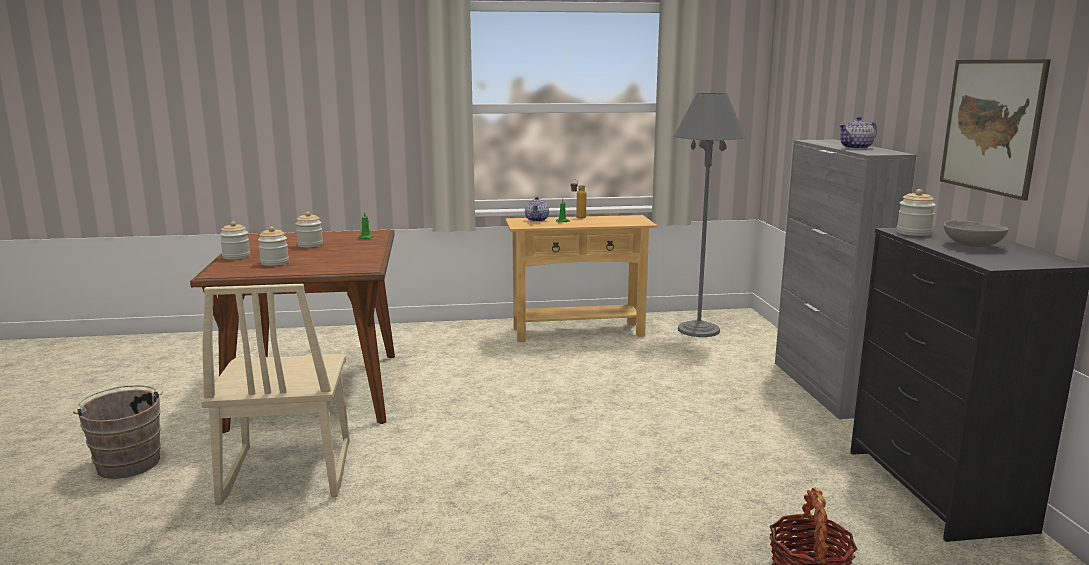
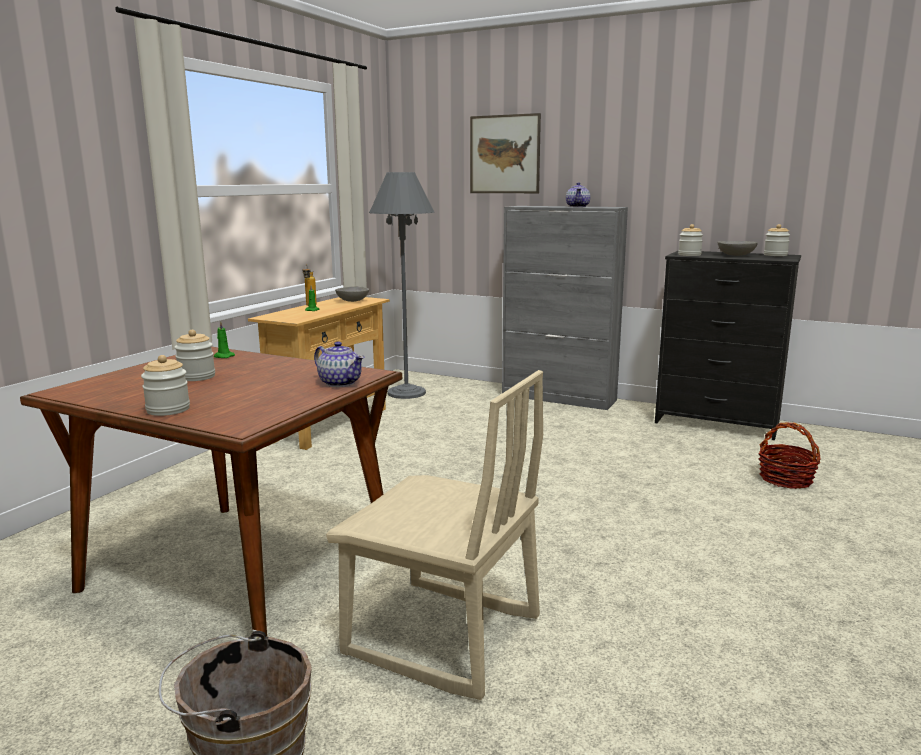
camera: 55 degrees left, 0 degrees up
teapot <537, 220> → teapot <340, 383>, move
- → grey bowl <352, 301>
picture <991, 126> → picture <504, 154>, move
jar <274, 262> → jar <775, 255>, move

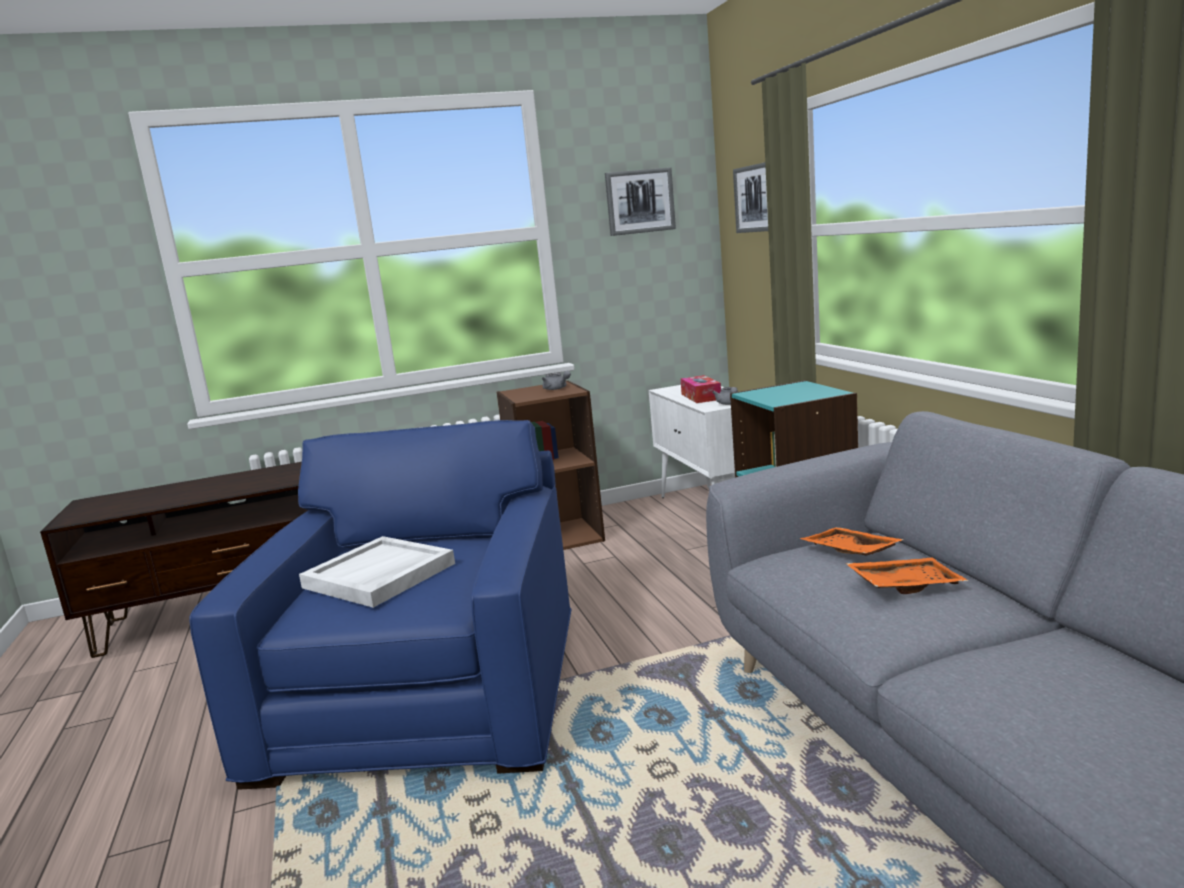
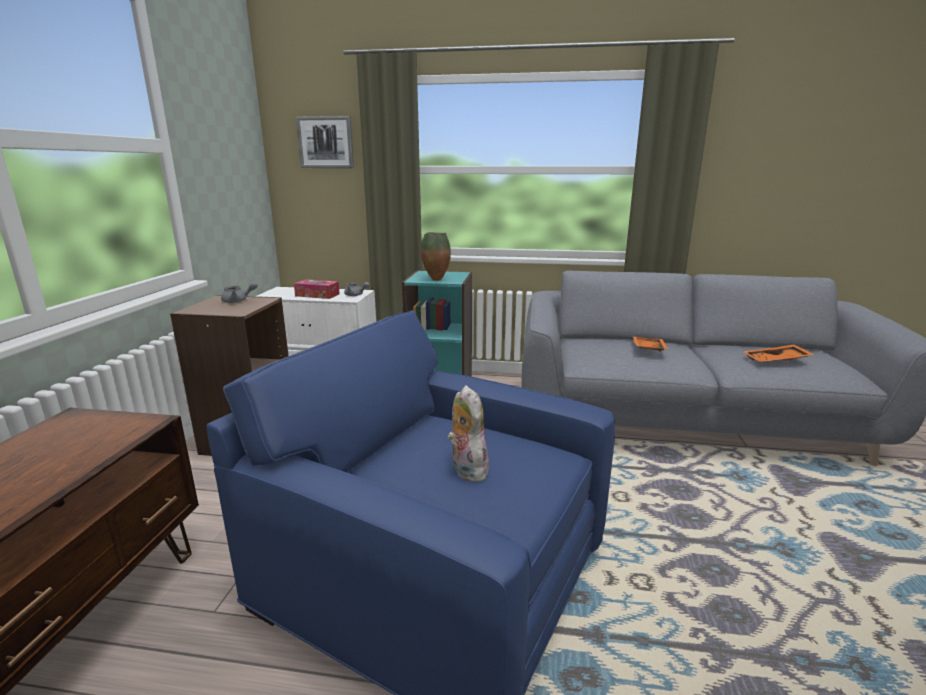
camera: 65 degrees left, 5 degrees up
- → vase <435, 280>
white tray <379, 576> → plush toy <466, 469>
orange tray <849, 553> → orange tray <776, 361>, move
picture <640, 201> → -

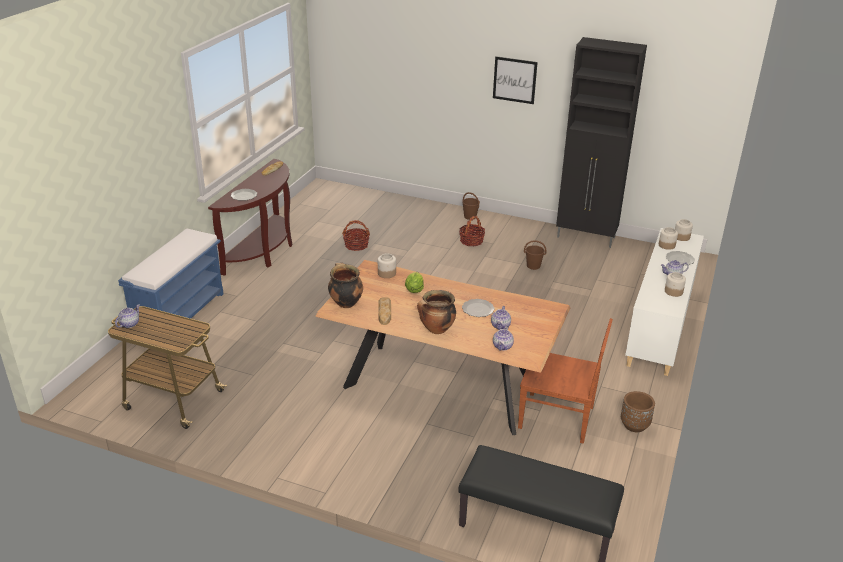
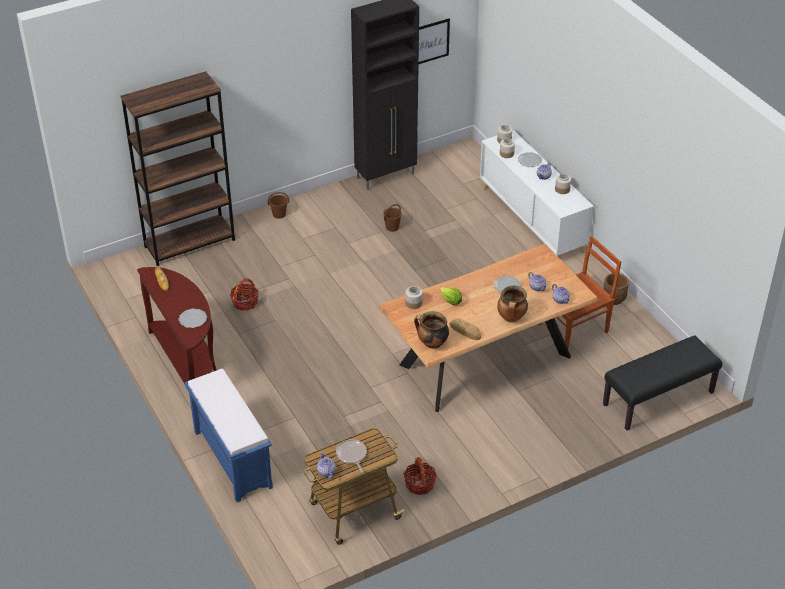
camera: 50 degrees left, 10 degrees up
- → brown bookcase <190, 243>
- → frying pan <351, 455>
basket <471, 241> → basket <419, 484>, move
picture <514, 80> → picture <430, 42>, move

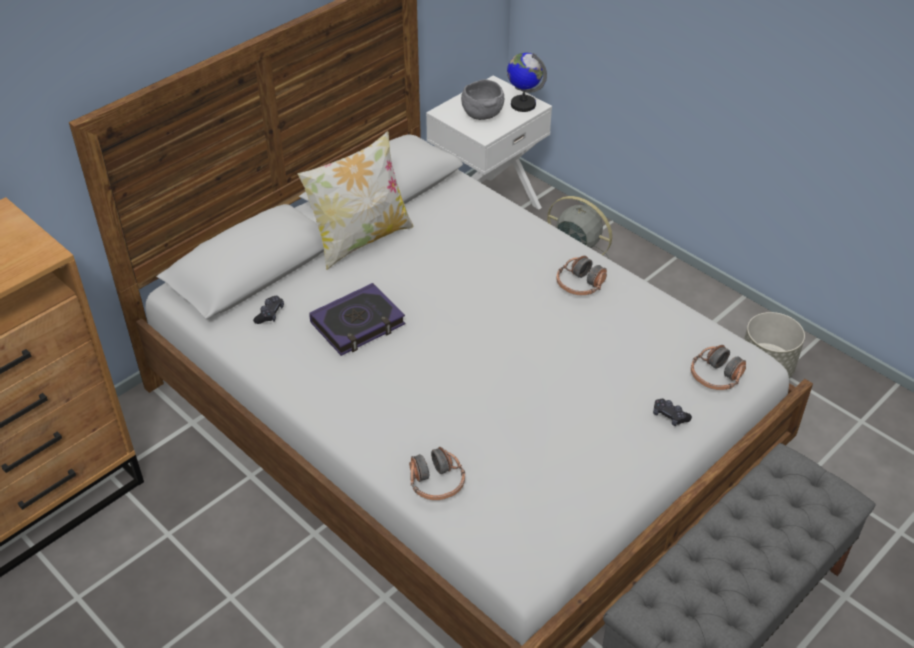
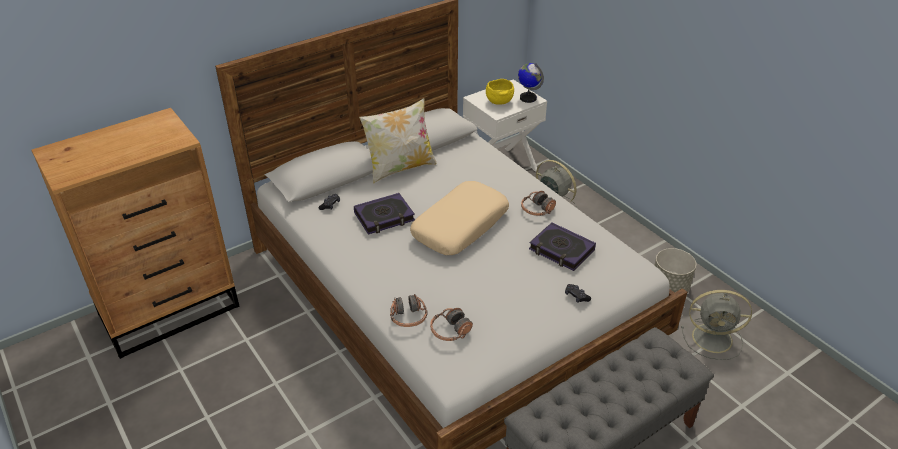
camera: 10 degrees right, 5 degrees down
- → beige pillow <460, 226>
headphones <716, 376> → headphones <450, 331>, move
grey bowl <482, 114> → yellow bowl <499, 101>
- → book <561, 250>
- → grey fan <714, 338>

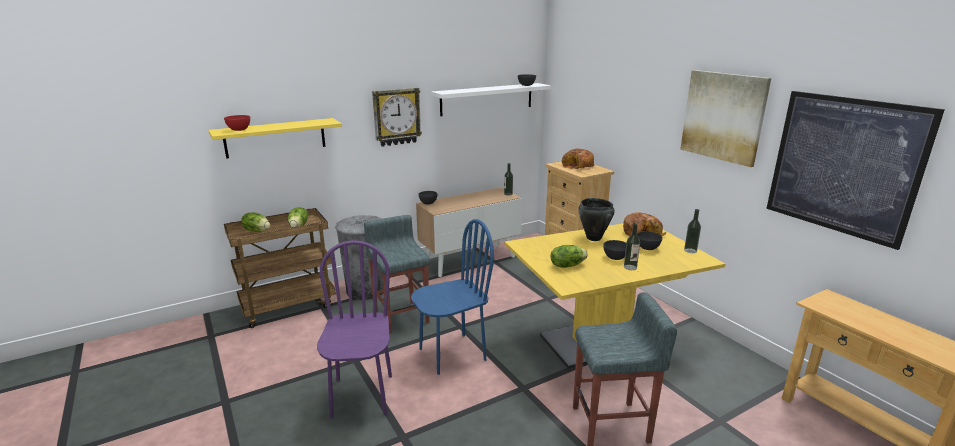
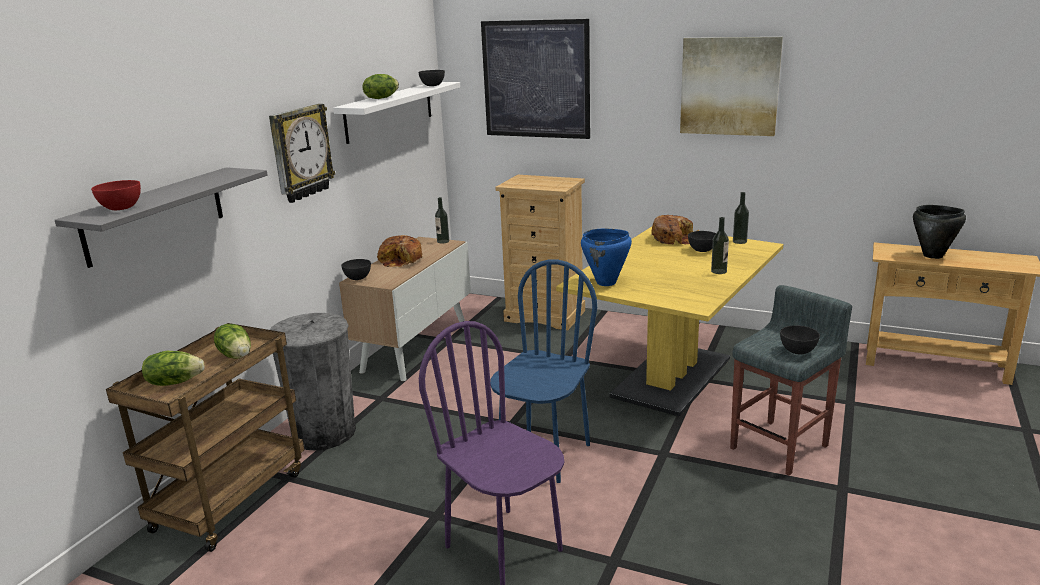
camera: 35 degrees left, 0 degrees up
yellow shelf <275, 138> → grey shelf <155, 215>
lettuce <567, 265> → lettuce <381, 98>, move
bread <577, 166> → bread <401, 260>, move
picture <843, 165> → picture <536, 79>, move
- → blue cooking pot <606, 283>
grey bowl <615, 257> → grey bowl <797, 351>, move
black cooking pot <593, 238> → black cooking pot <933, 256>, move
grey stool <401, 316> → -

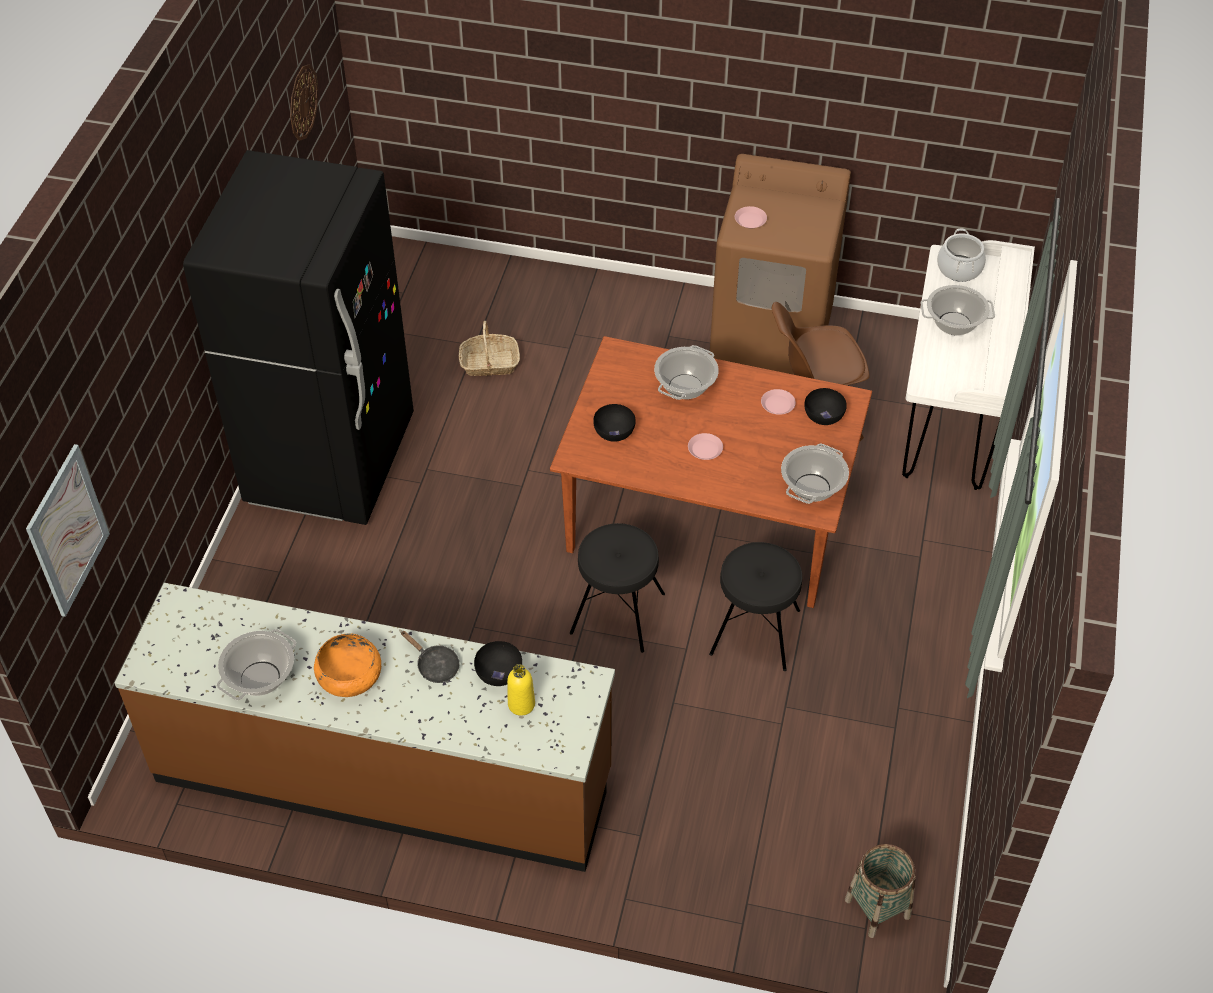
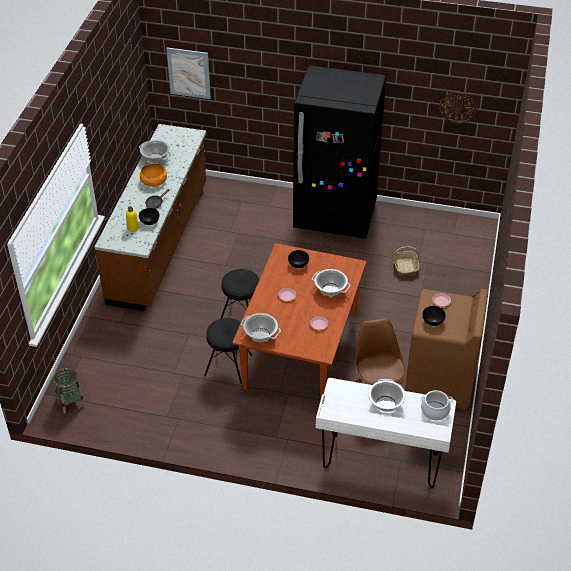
camera: 90 degrees right, 5 degrees down
black bowl <823, 415> → black bowl <433, 320>, move

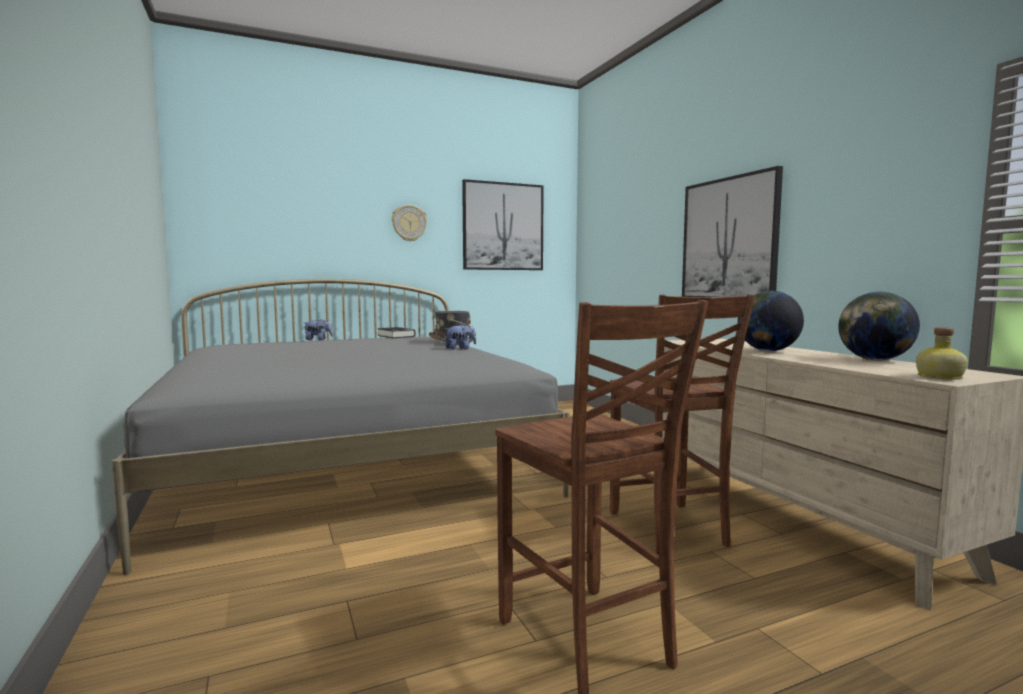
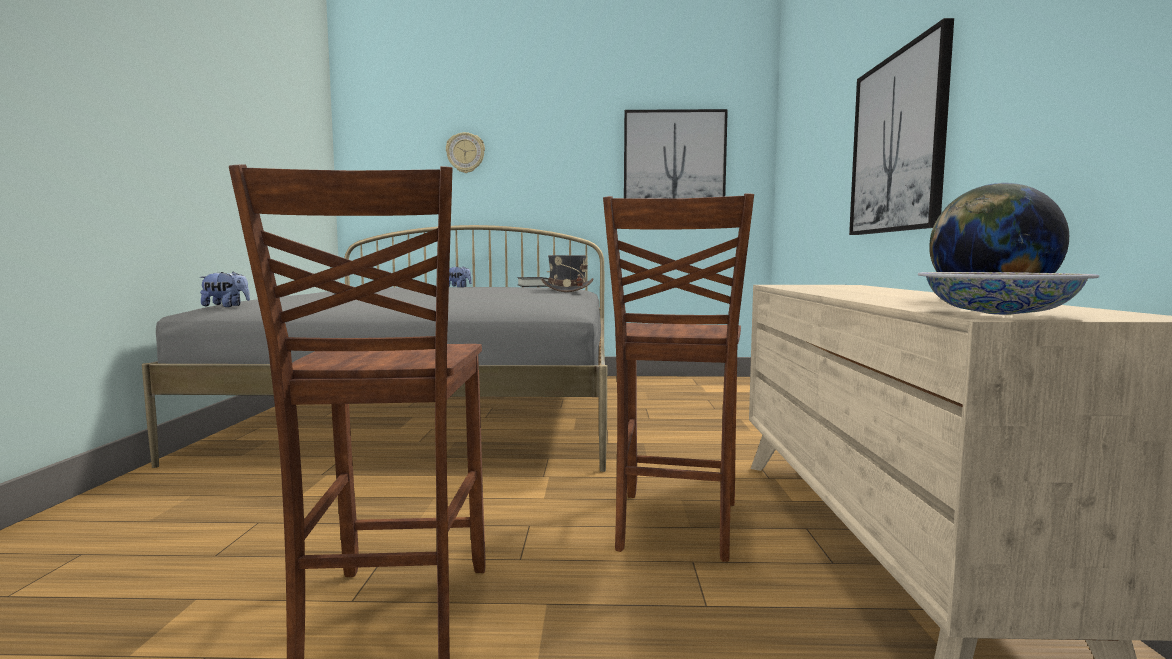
camera: 25 degrees right, 0 degrees up
plush toy <460, 349> → plush toy <226, 306>, move
wall clock <409, 223> → wall clock <465, 153>, move
bottle <938, 377> → bowl <998, 314>
globe <768, 351> → -

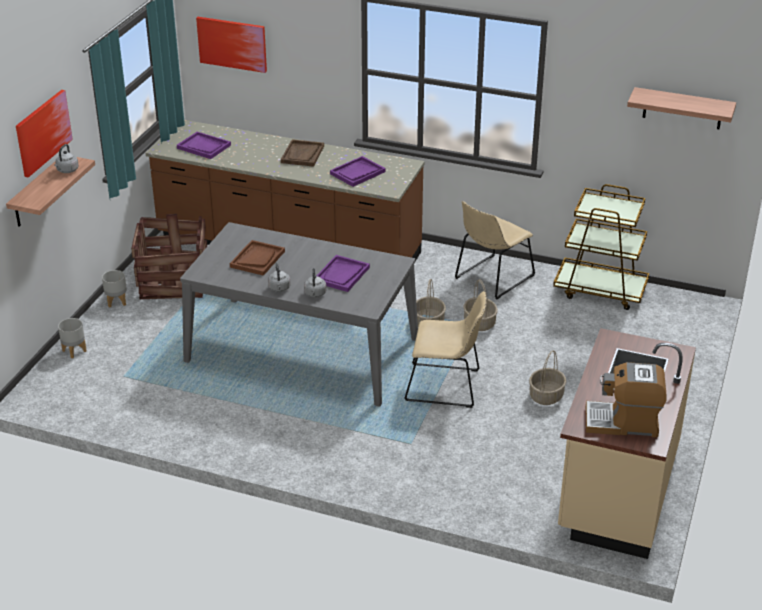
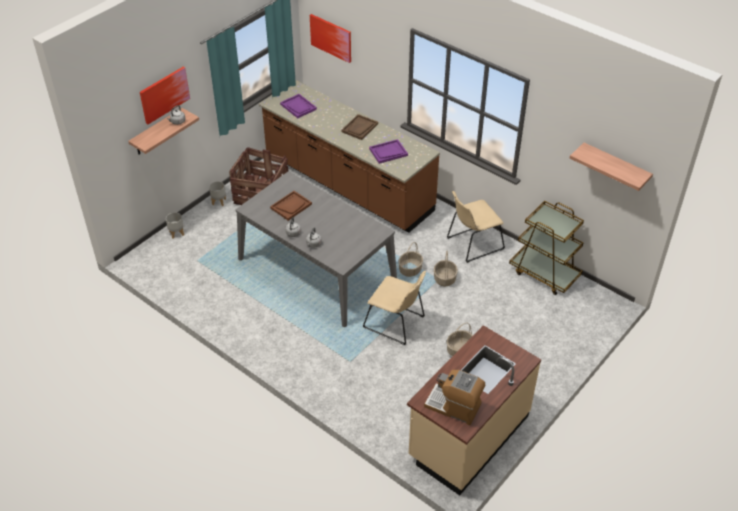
camera: 20 degrees right, 10 degrees up
purple tray <342, 275> → -

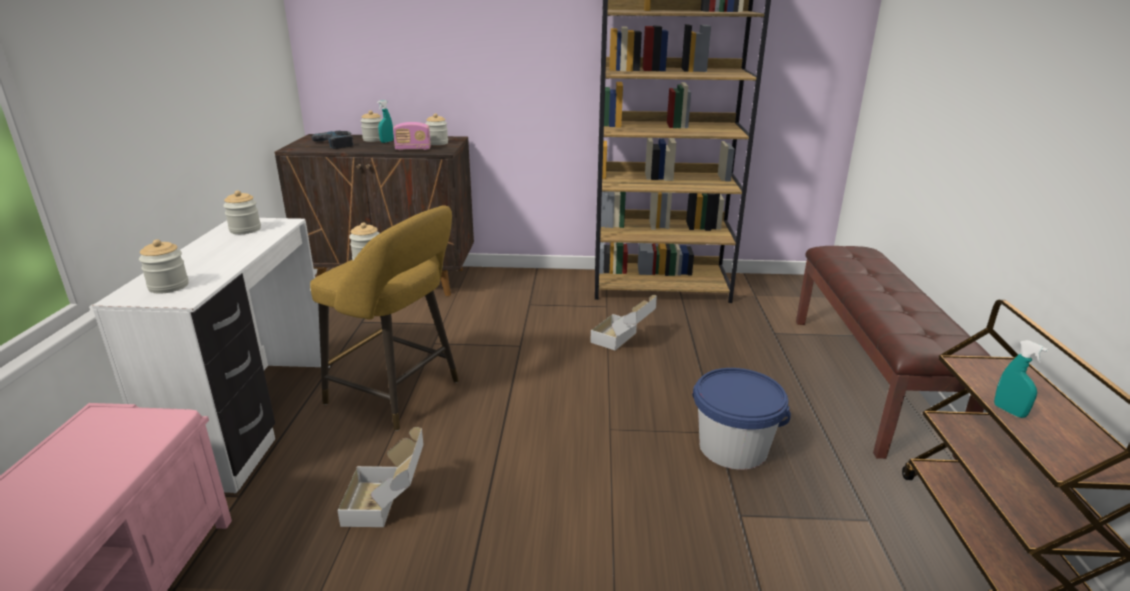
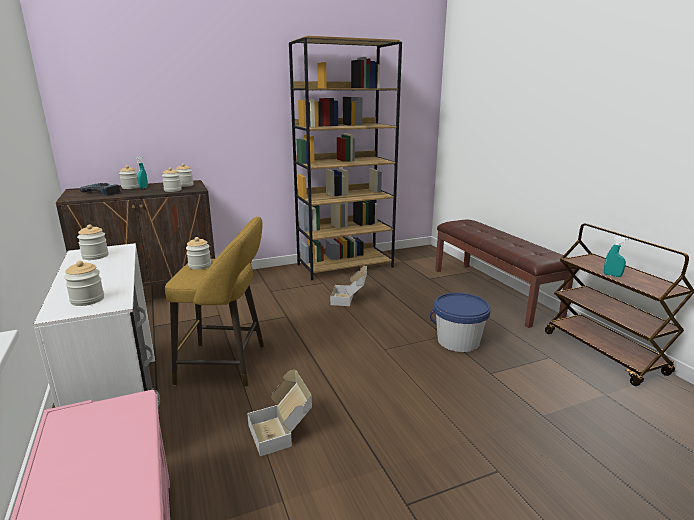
camera: 25 degrees left, 5 degrees down
radio <413, 149> → jar <172, 190>

